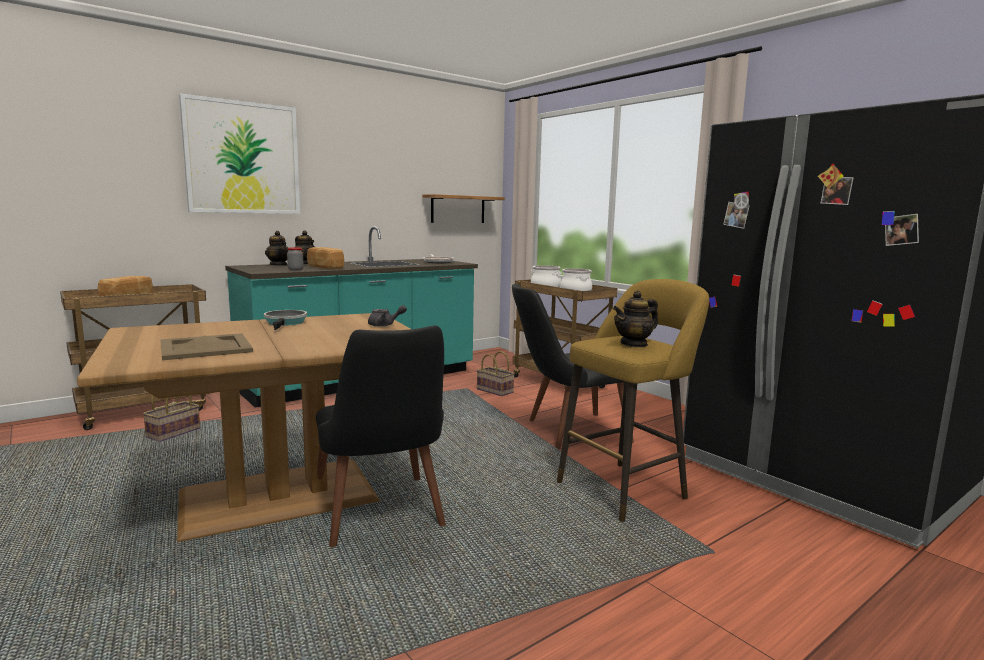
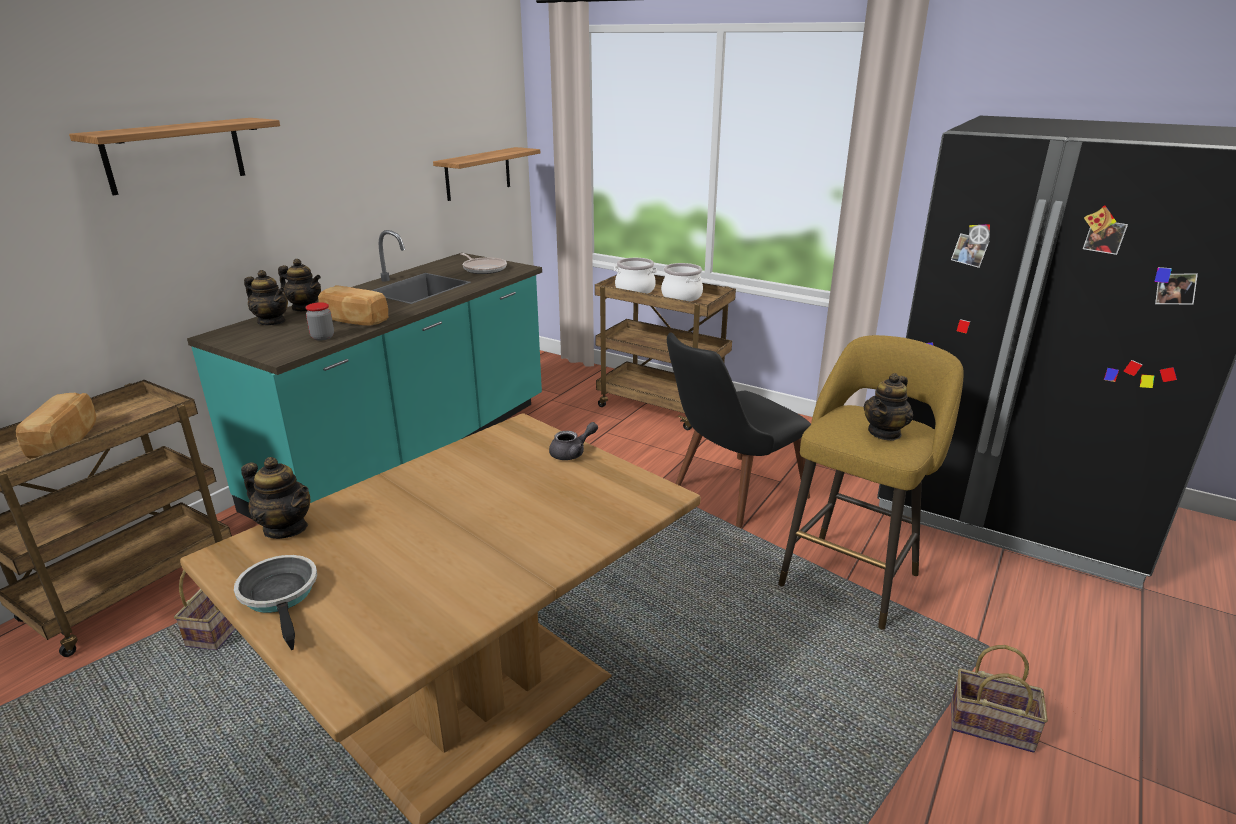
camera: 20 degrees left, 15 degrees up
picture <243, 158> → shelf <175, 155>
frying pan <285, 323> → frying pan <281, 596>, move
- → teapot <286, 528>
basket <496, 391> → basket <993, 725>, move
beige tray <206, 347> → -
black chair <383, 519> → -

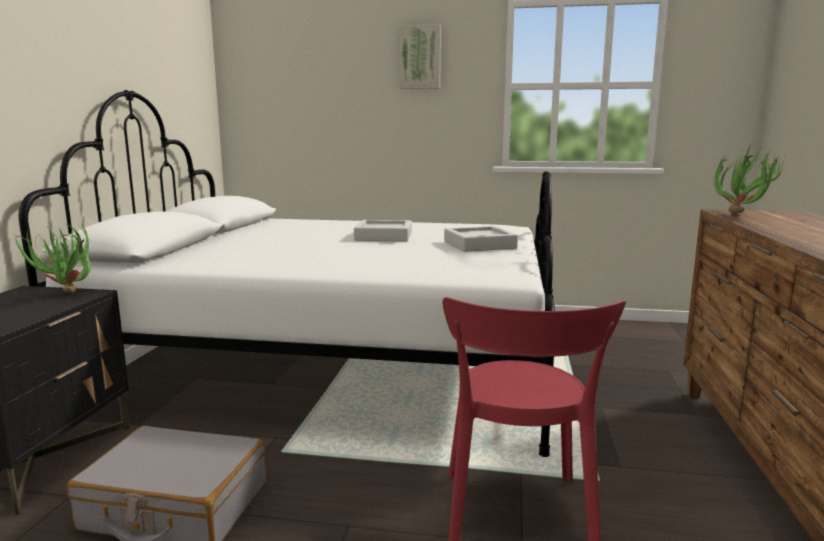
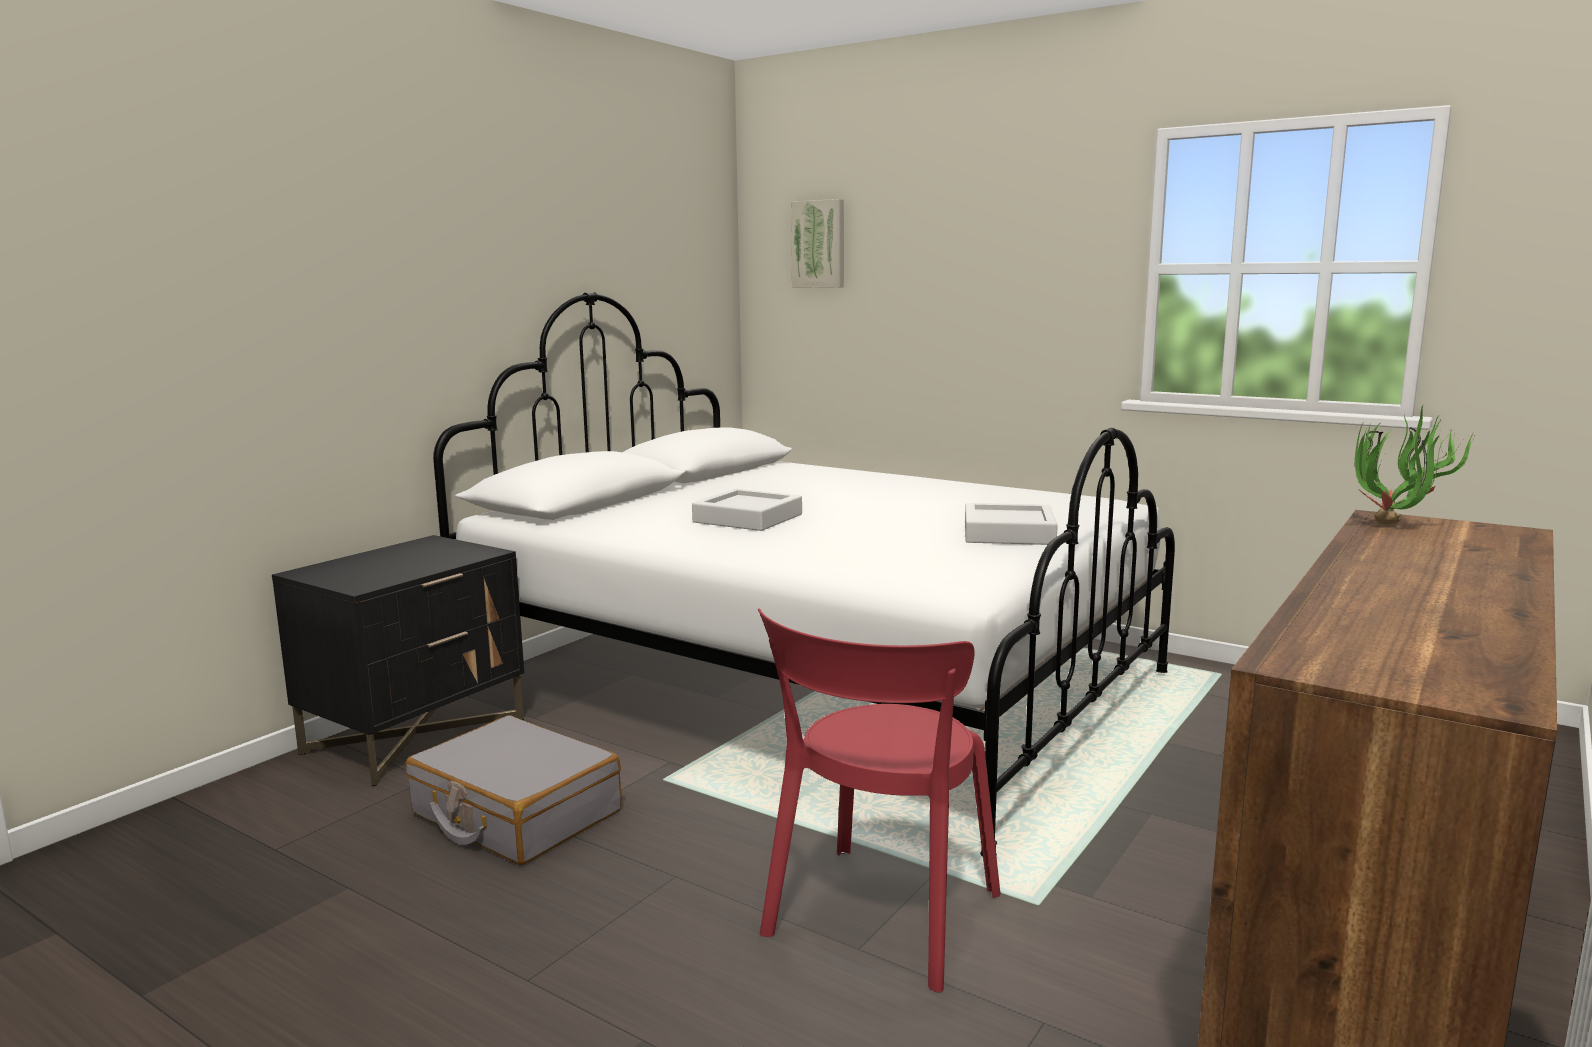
camera: 25 degrees right, 0 degrees up
grey tray <383, 236> → grey tray <748, 518>, move
picture <420, 57> → picture <819, 244>, move
potted plant <67, 295> → -

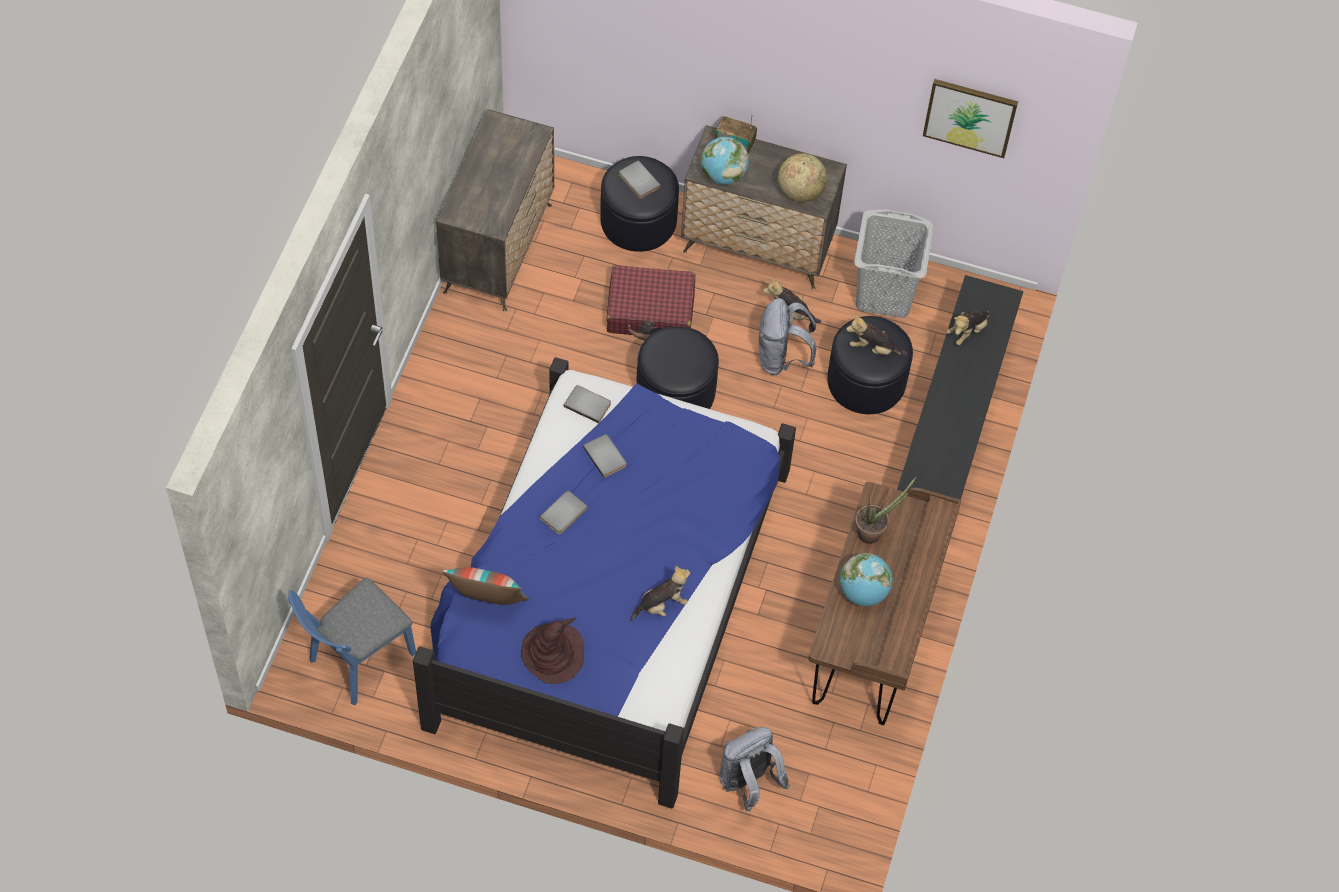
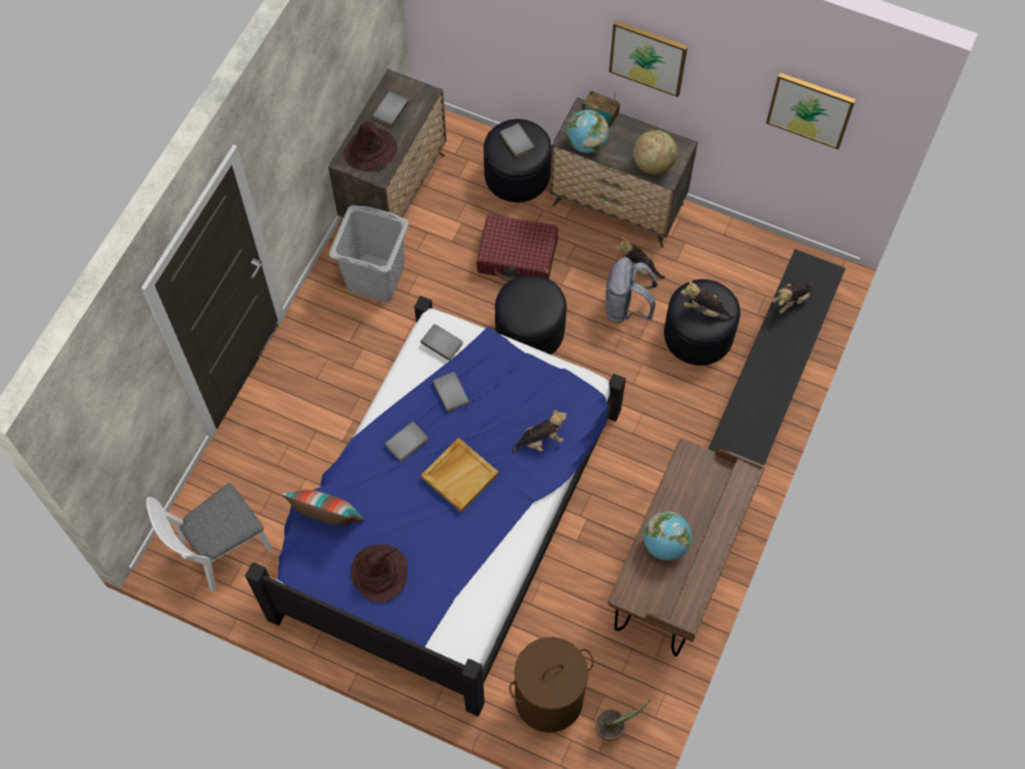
camera: 10 degrees right, 5 degrees up
blue chair <356, 662> → white chair <220, 552>
grey laundry basket <885, 293> → grey laundry basket <376, 277>, move
- → brown hat <371, 151>
- → grey book <389, 109>
- → beige tray <459, 475>
grey backpack <748, 783> → brown laundry basket <549, 699>
plush toy <662, 605> → plush toy <541, 440>, move
potted plant <874, 531> → potted plant <613, 728>, move
- → picture <648, 57>

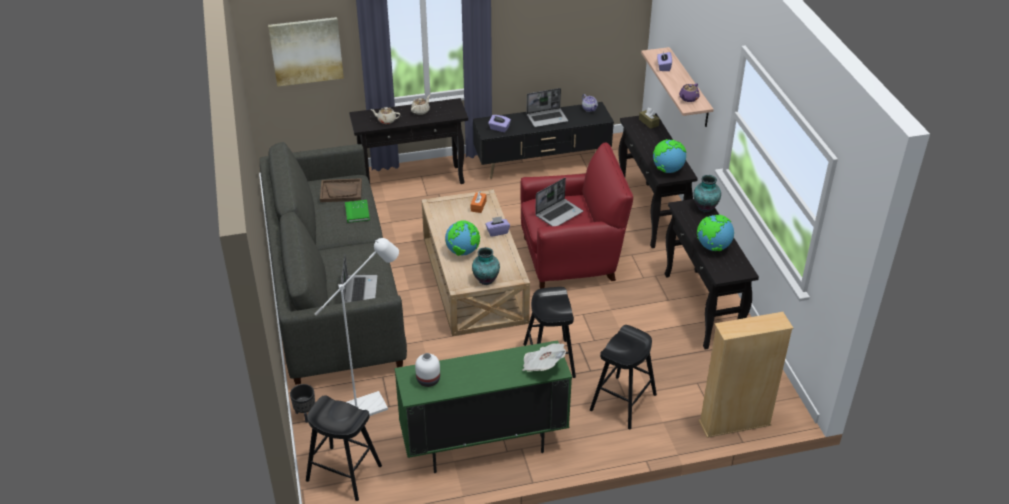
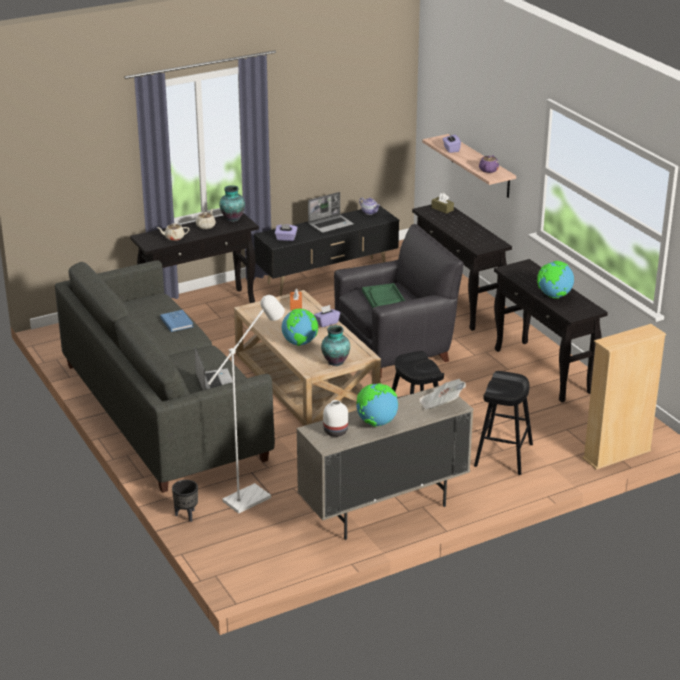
camera: 15 degrees left, 10 degrees down
green book <357, 212> → blue book <176, 322>
vase <704, 207> → vase <232, 218>, move
green cabinet <483, 446> → beige cabinet <383, 510>
red armchair <571, 258> → black armchair <396, 349>
globe <667, 170> → globe <376, 423>, move
laptop <559, 213> → green tray <383, 298>
picture <306, 51> → -
black stool <344, 473> → -
brown tray <341, 191> → -

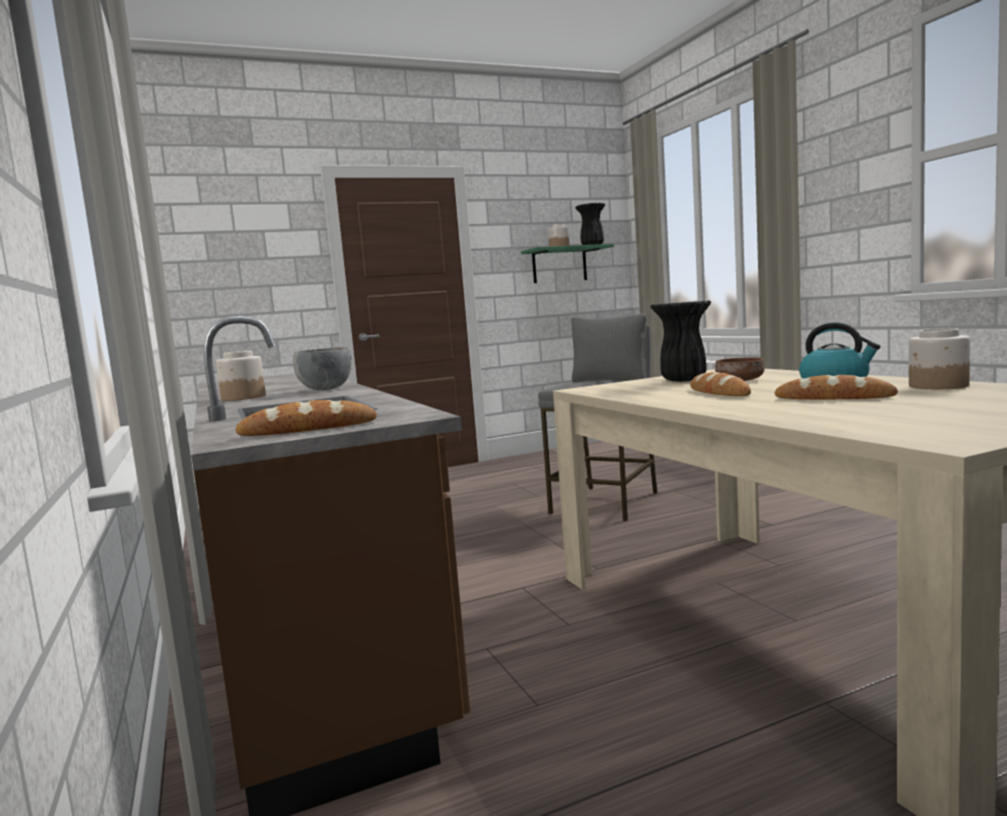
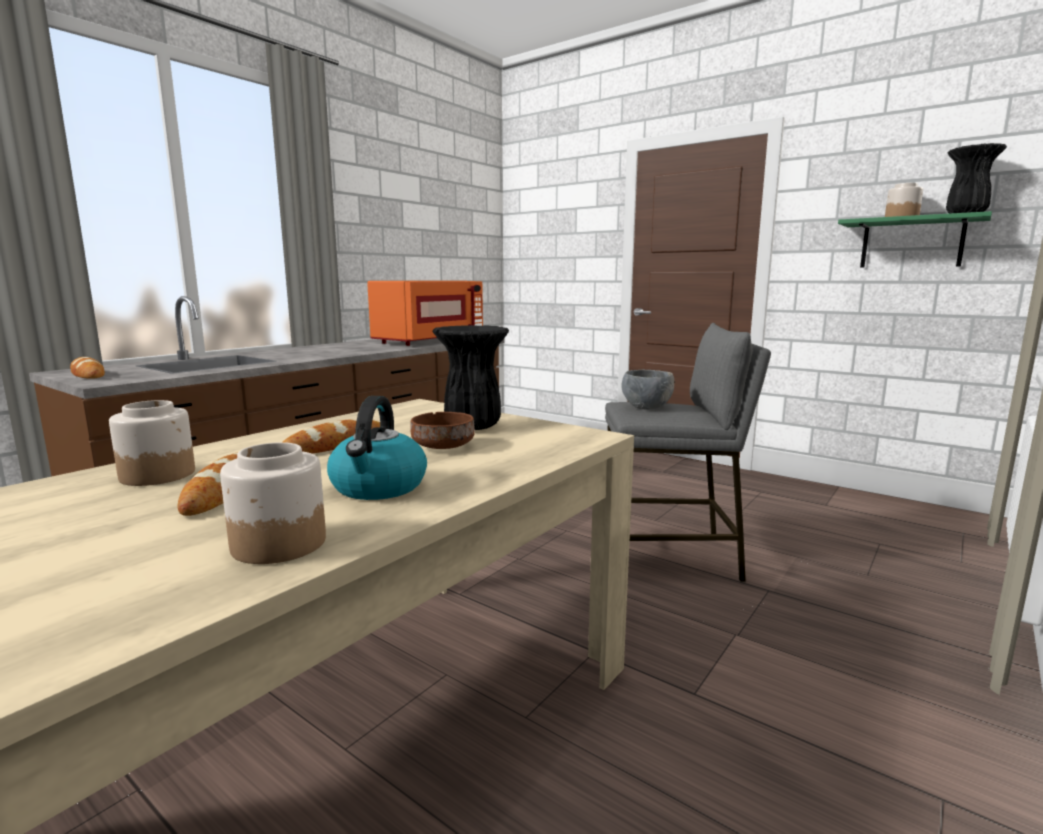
camera: 60 degrees right, 5 degrees up
jar <243, 398> → jar <158, 475>, move
- → orange microwave <428, 341>
grey bowl <325, 389> → grey bowl <646, 407>, move

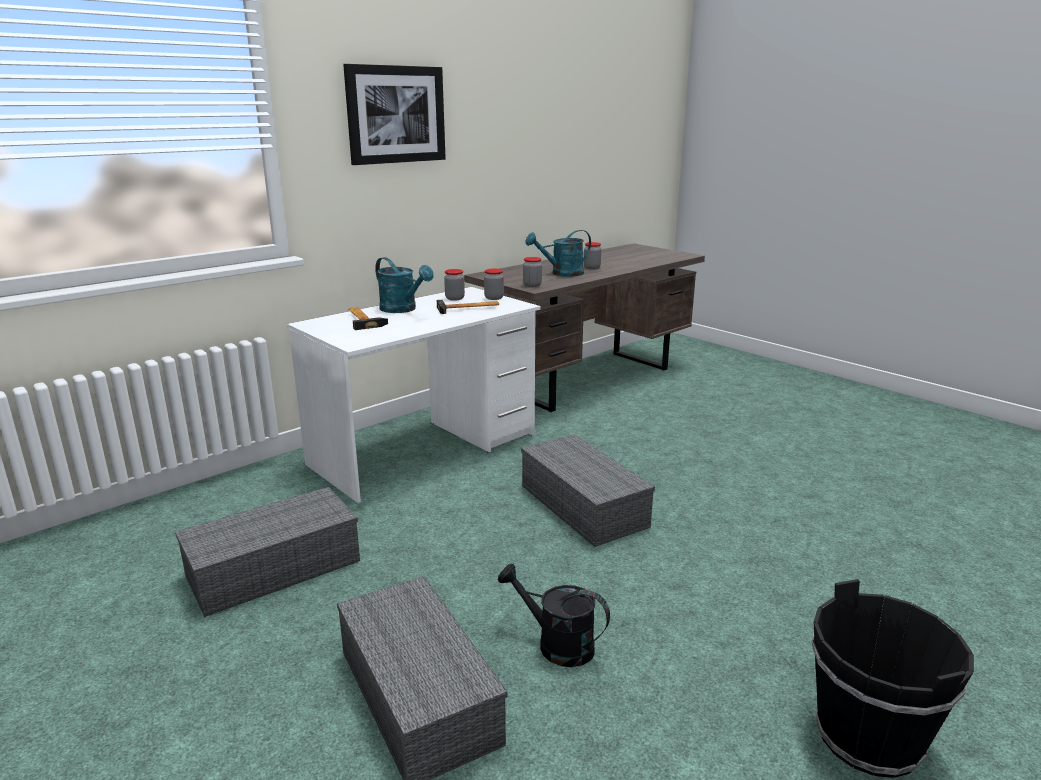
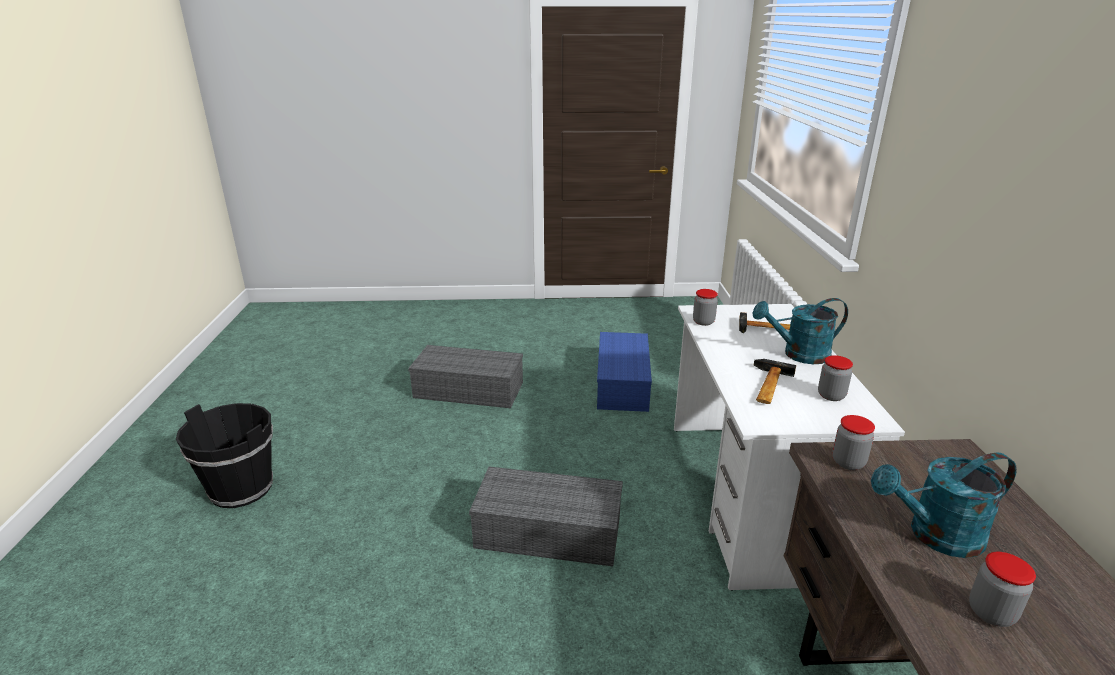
camera: 130 degrees right, 5 degrees up
grey storage box <276, 566> → blue storage box <623, 384>
jar <494, 298> → jar <703, 322>, move
turquoise watering can <561, 273> → turquoise watering can <935, 536>, 120 degrees counterclockwise
picture <396, 114> → -
black watering can <556, 644> → -

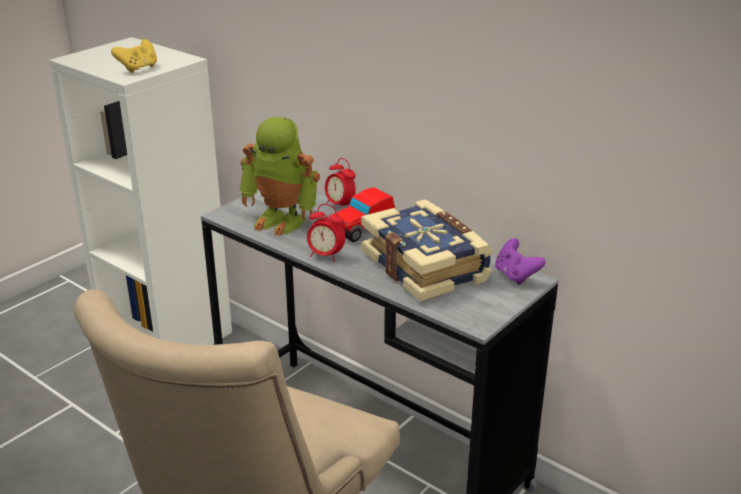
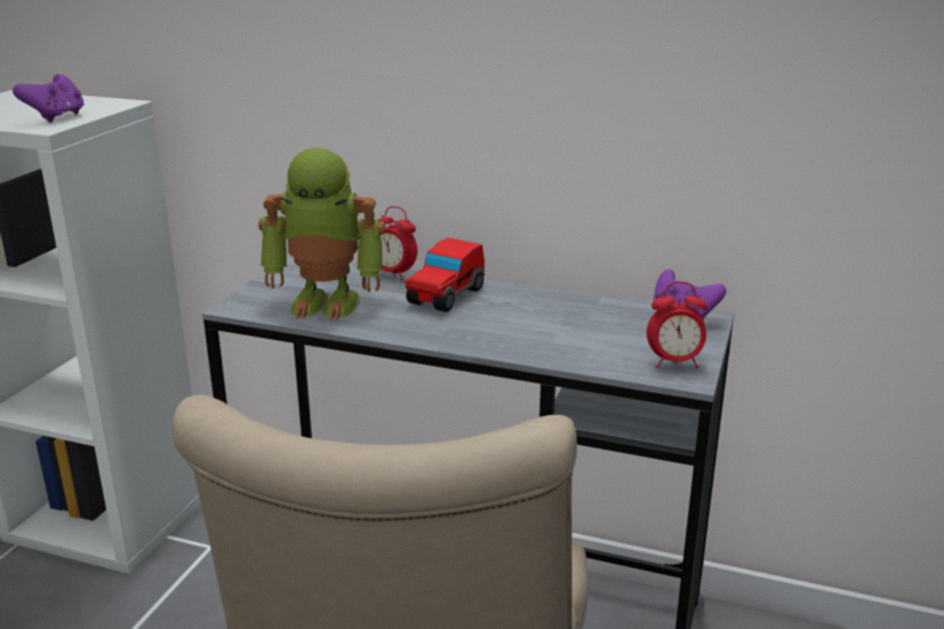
camera: 20 degrees left, 5 degrees down
yellow game controller <138, 69> → purple game controller <56, 117>
alarm clock <325, 256> → alarm clock <674, 363>, move
book <426, 266> → -

